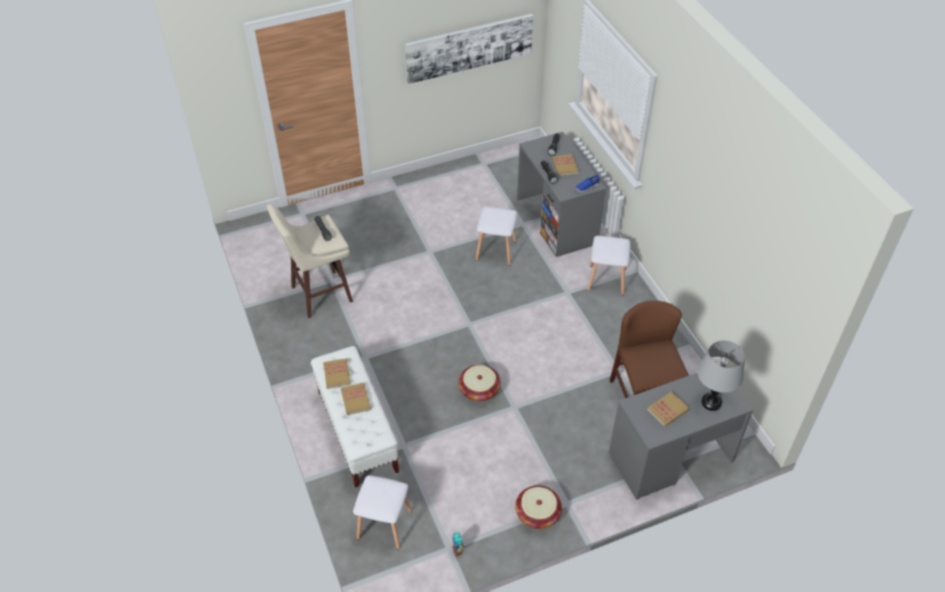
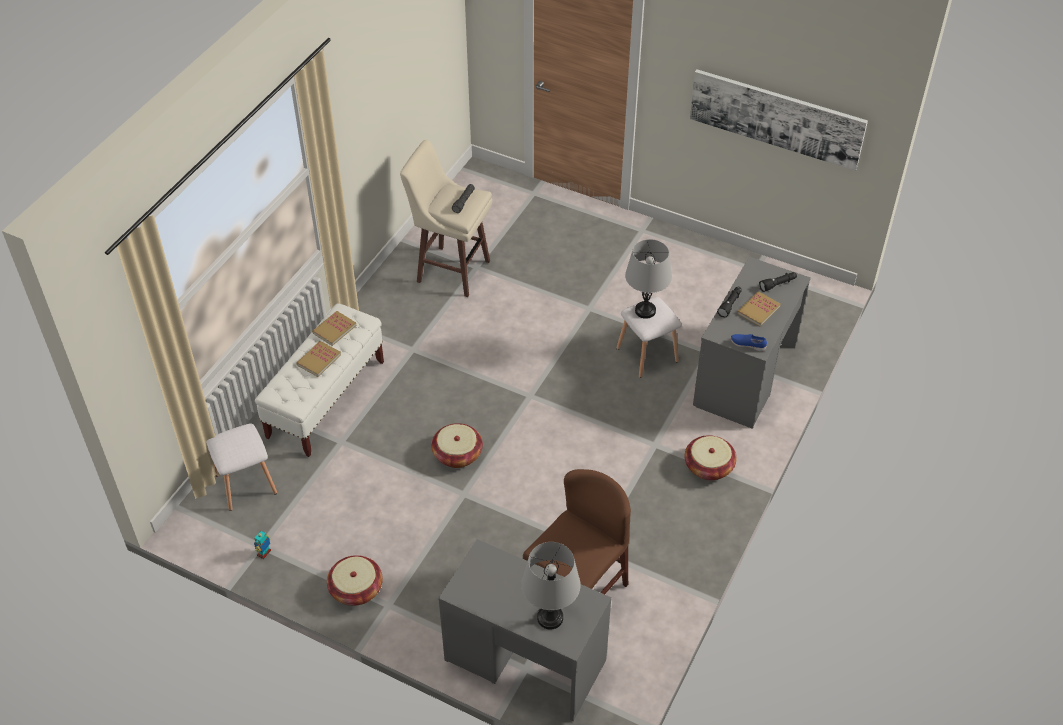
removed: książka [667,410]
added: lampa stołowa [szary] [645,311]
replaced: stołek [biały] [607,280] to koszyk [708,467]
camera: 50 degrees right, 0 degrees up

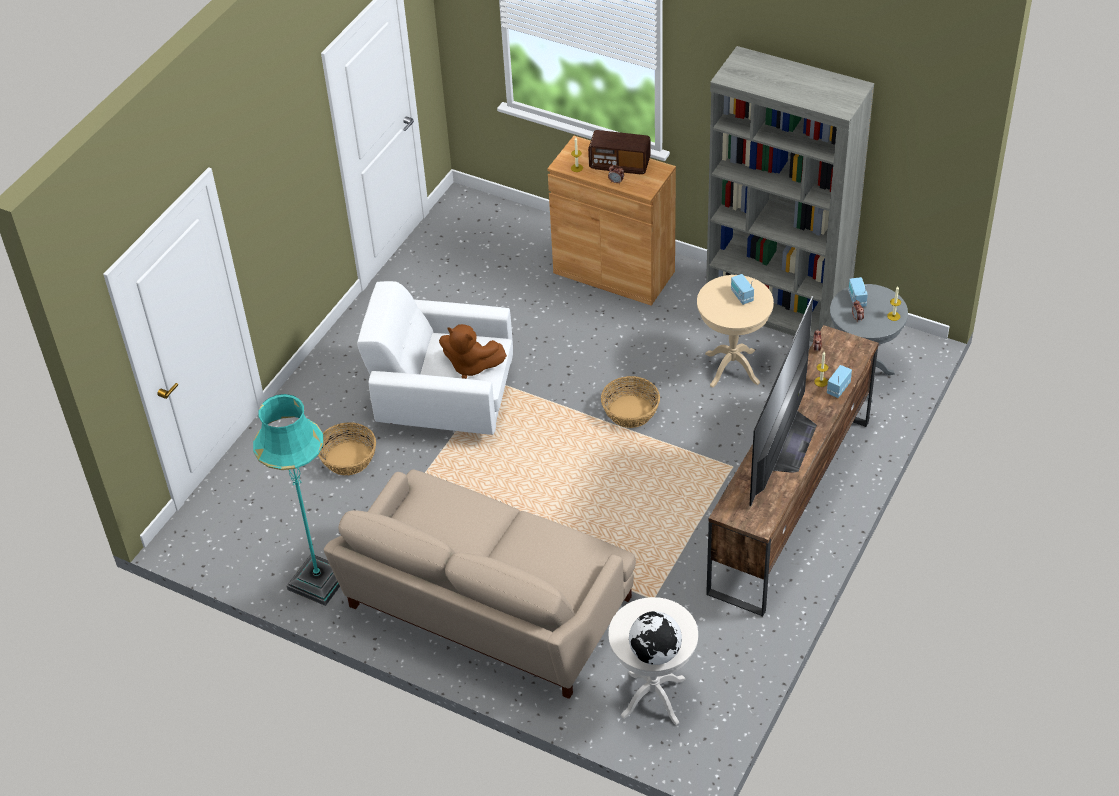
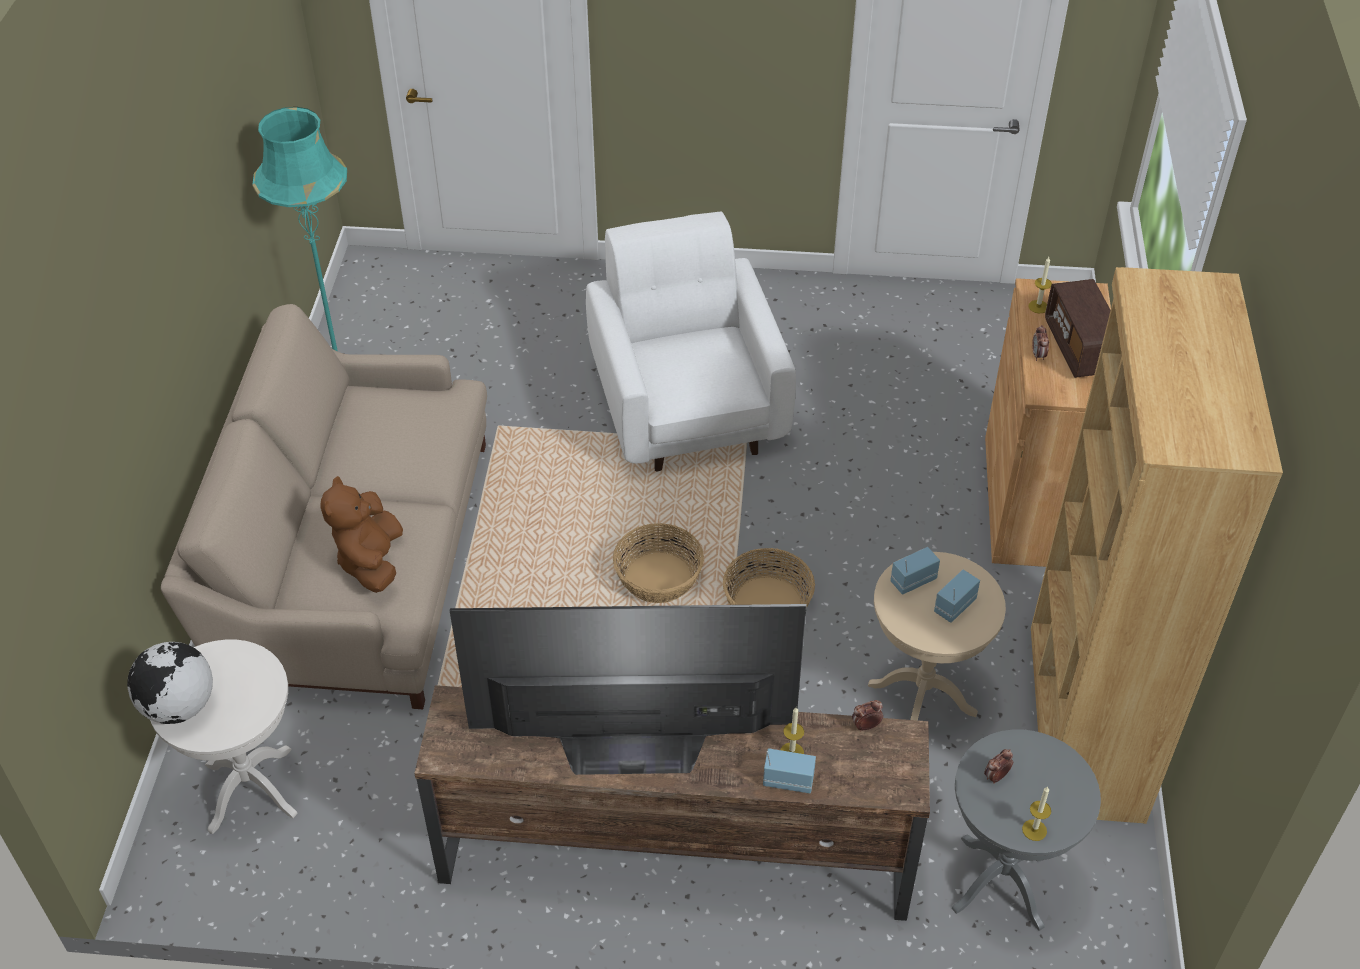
moved: pluszak [brązowy] [471,366] to [371,561]; koszyk [348,459] to [657,578]; radio [856,299] to [912,580]
recoloured: regał [szary] [777,310] to regał [brązowy] [1083,721]
camera: 65 degrees right, 0 degrees up

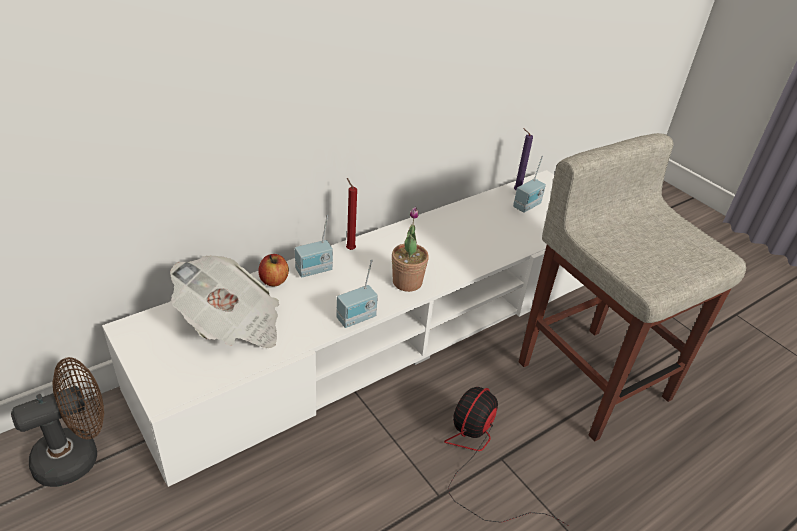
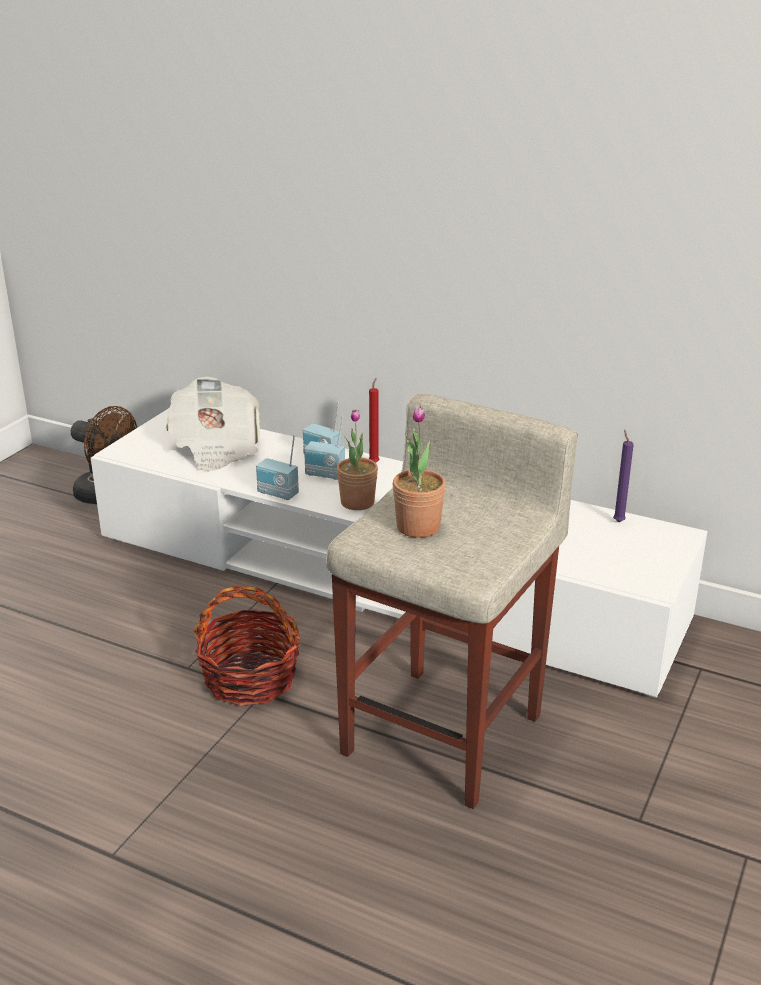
removed: jabłko [274,280]
added: roślina doniczkowa [418,527]
moved: radio [527,206] to [324,475]
replaced: wentylator [478,458] to koszyk [250,678]
camera: 65 degrees right, 10 degrees down

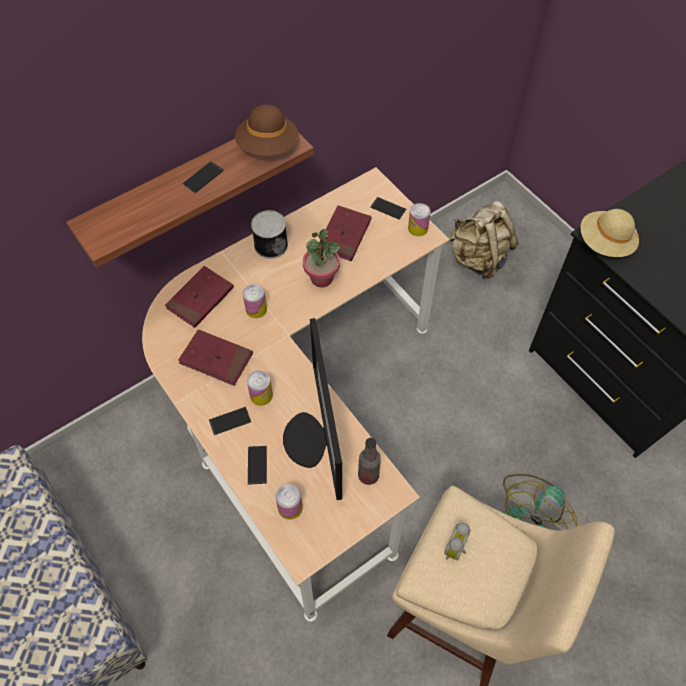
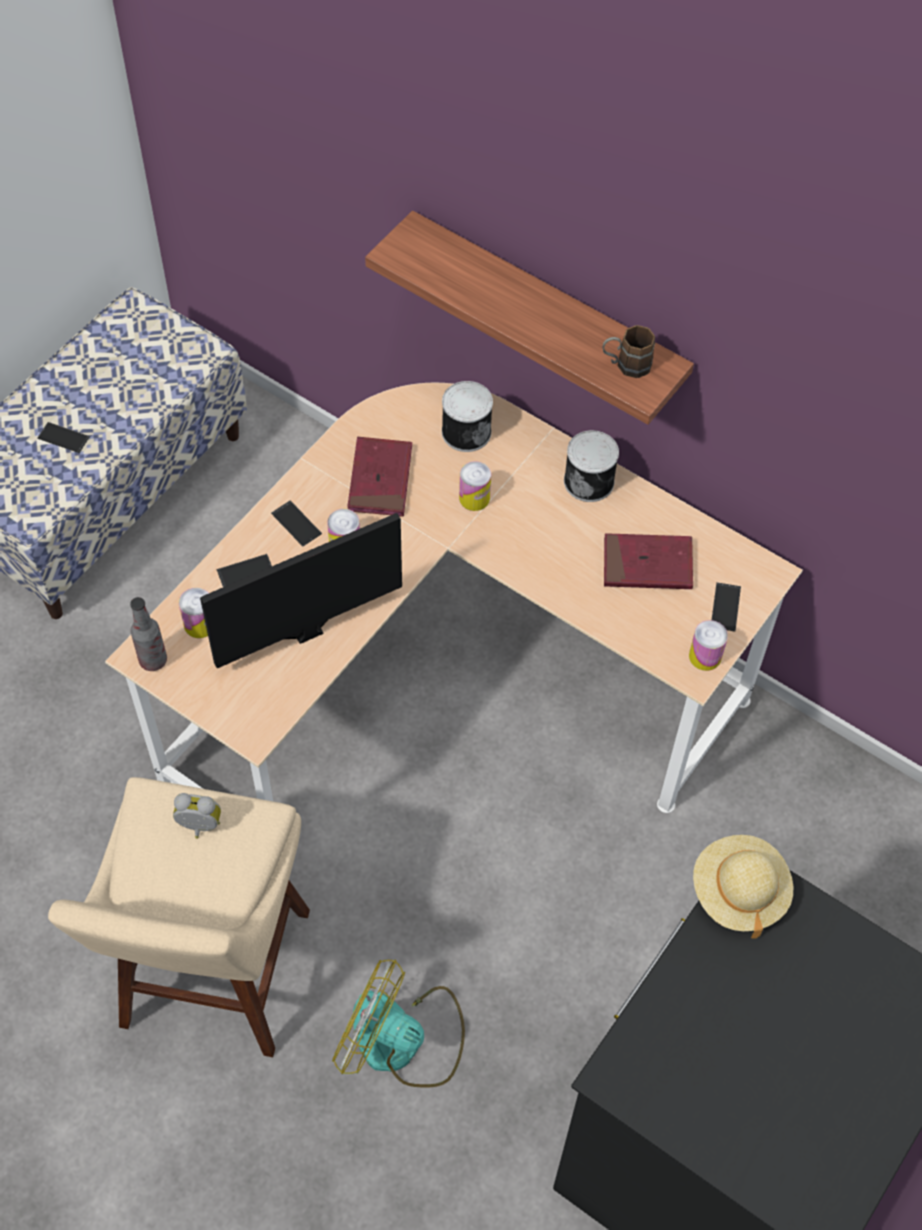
removed: roślina doniczkowa [322,278]; plecak [beżowy] [478,258]
moved: telefon [203,177] to [63,438]; butelka [368,475] to [153,660]
replaced: książka [czerwony] [200,298] to puszka [465,431]; kapelusz [brązowy] [268,146] to kubek [brązowy] [626,365]
camera: 70 degrees right, 0 degrees up

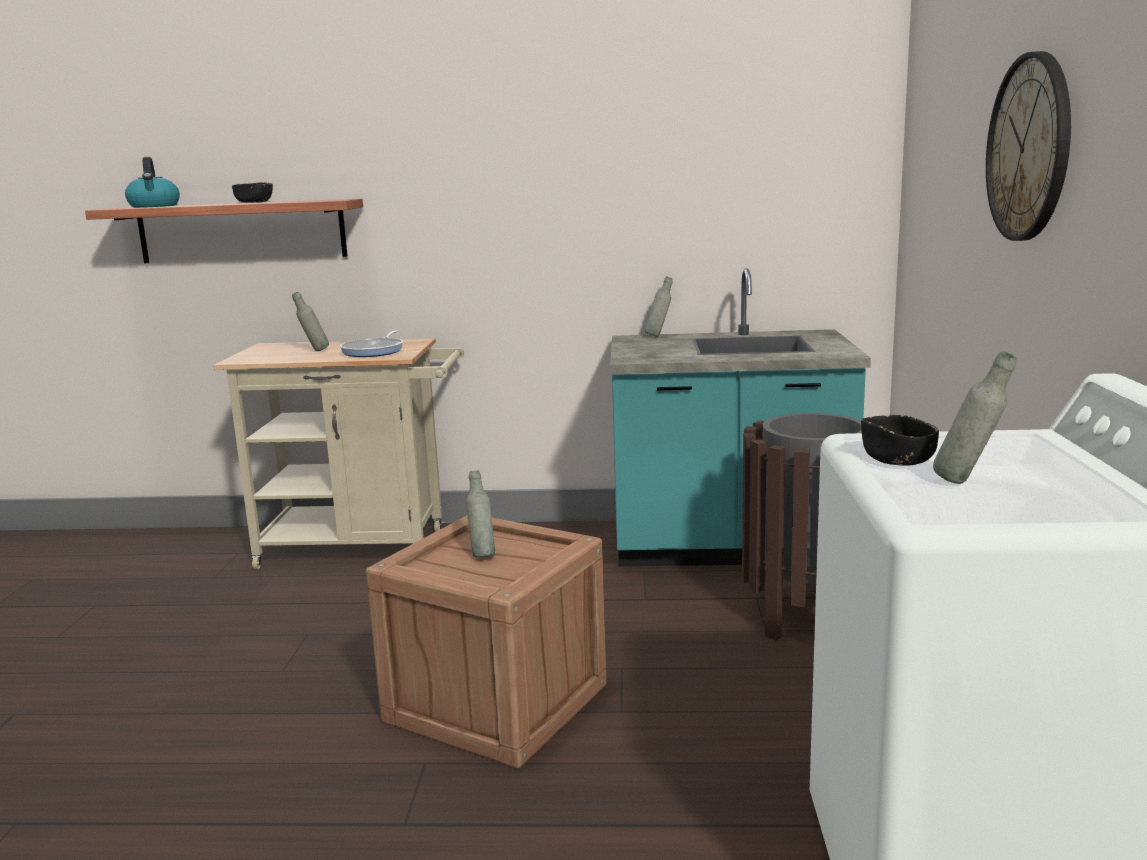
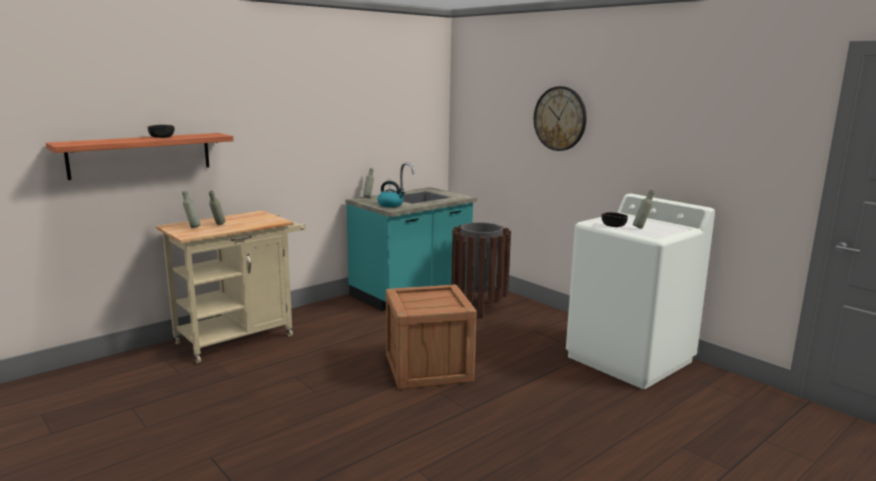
removed: patelnia [374,351]
moved: butelka [szary] [482,555] to [192,227]; czajnik [154,206] to [391,205]
camera: 45 degrees left, 0 degrees up

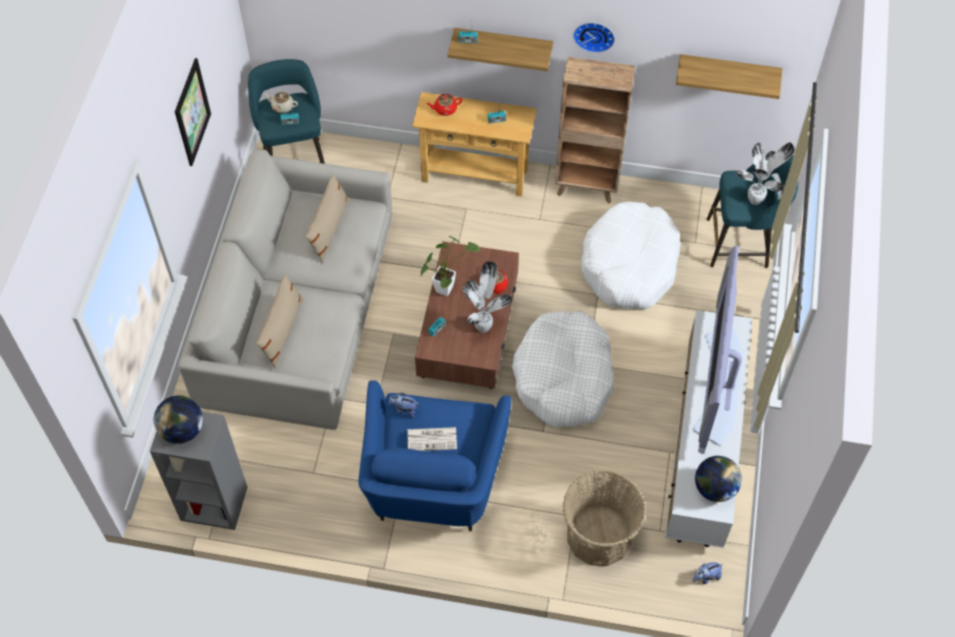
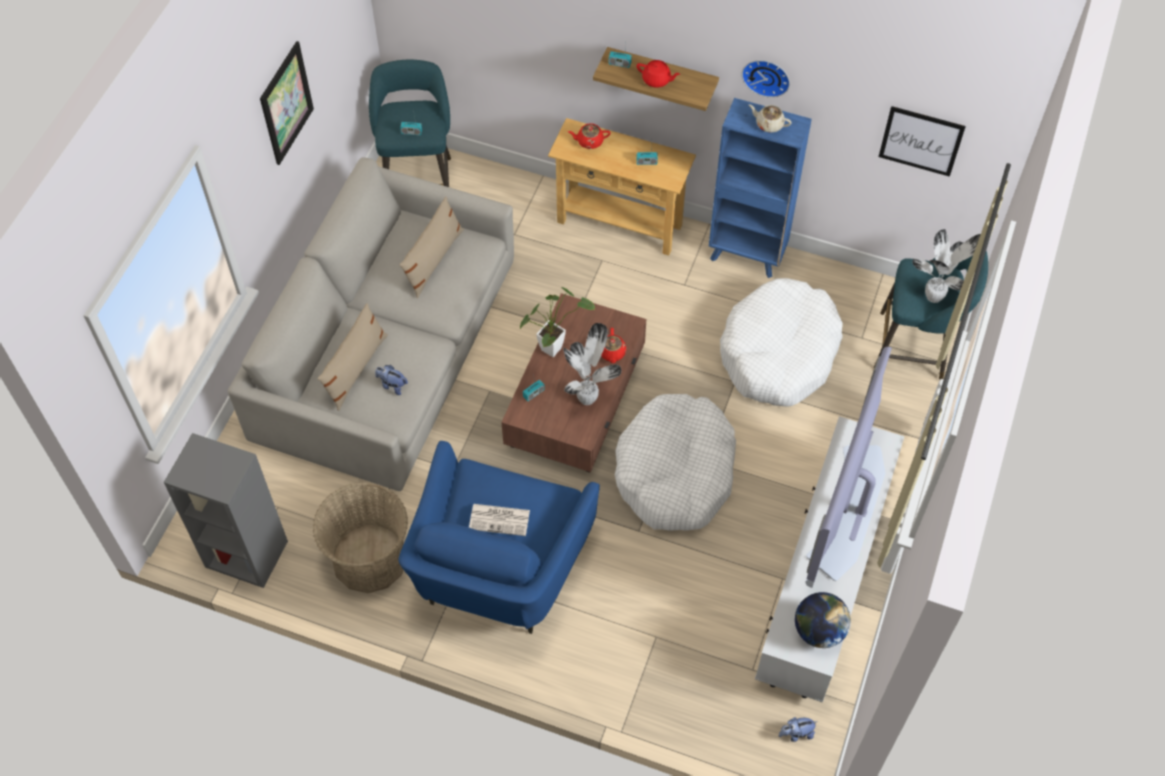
removed: globus [182,430]
added: imbryk [czerwony] [657,80]
moved: koszyk [599,535] to [369,558]; pluszak [404,409] to [392,385]; imbryk [beżowy] [282,106] to [768,124]
replaced: półka [728,72] to obraz [921,141]
recoloured: regał [brązowy] [587,187] to regał [niebieski] [747,255]
camera: 10 degrees right, 0 degrees up

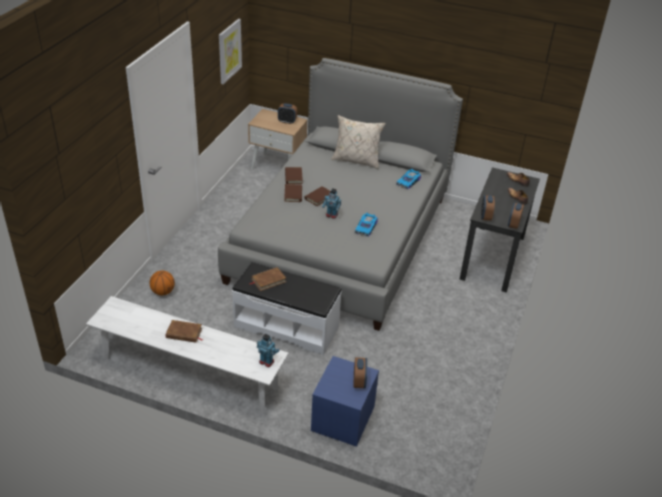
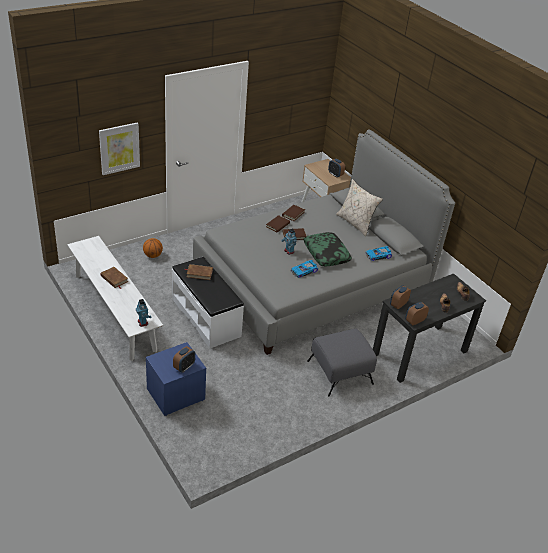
added: poduszka [326,254]; pufa [szary] [339,372]
moved: obraz [229,51] to [119,148]
camera: 35 degrees right, 0 degrees up

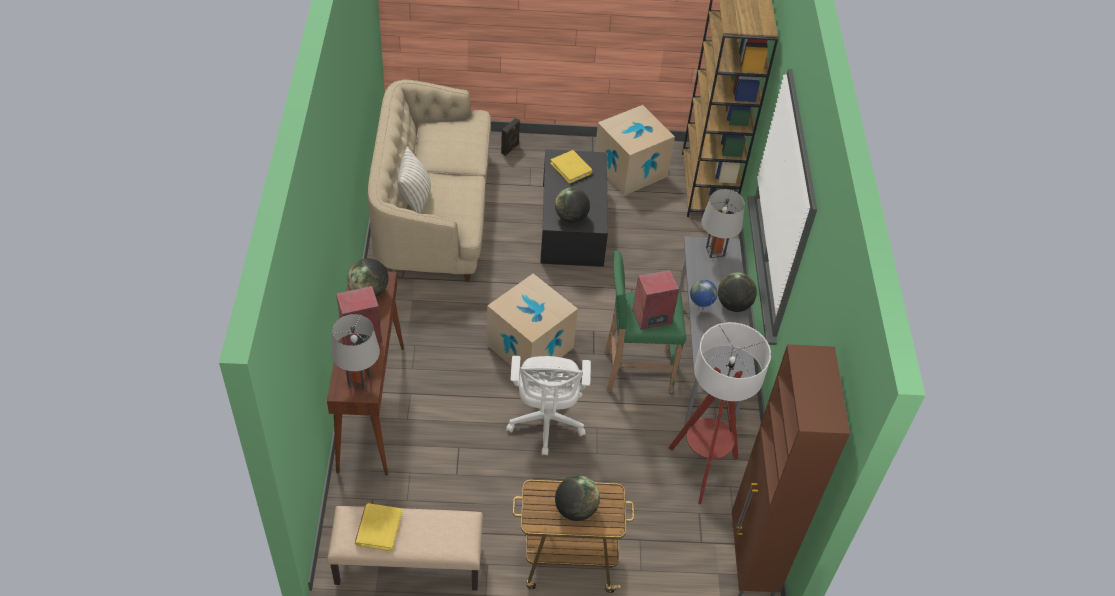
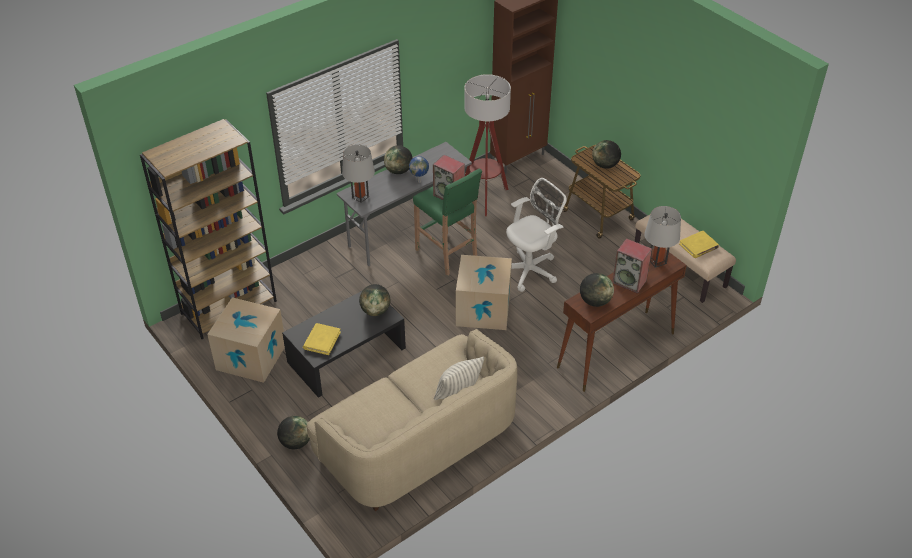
replaced: głośnik [czarny] [510,149] to globus [296,443]
camera: 125 degrees left, 5 degrees down

